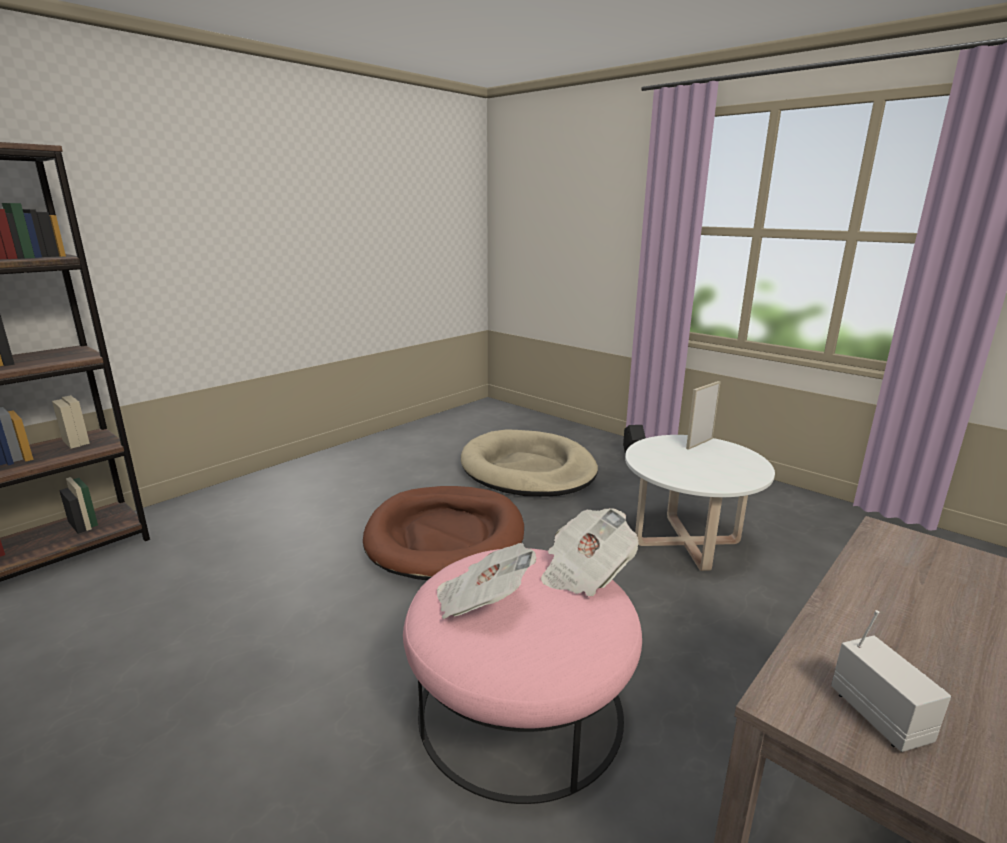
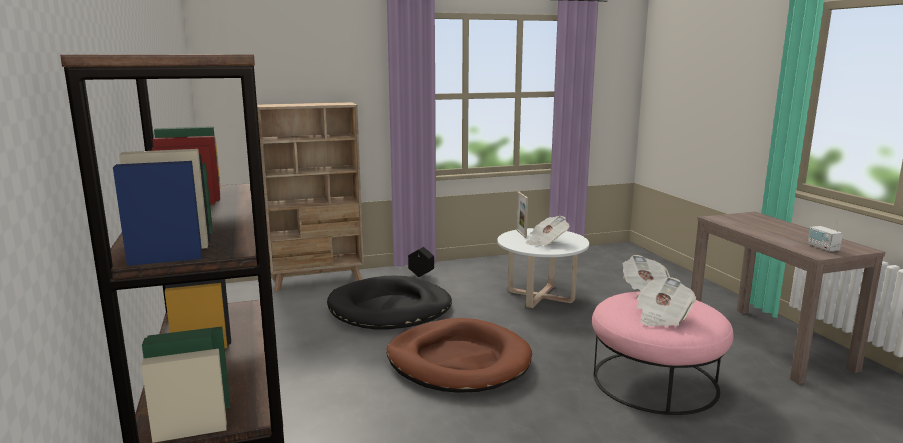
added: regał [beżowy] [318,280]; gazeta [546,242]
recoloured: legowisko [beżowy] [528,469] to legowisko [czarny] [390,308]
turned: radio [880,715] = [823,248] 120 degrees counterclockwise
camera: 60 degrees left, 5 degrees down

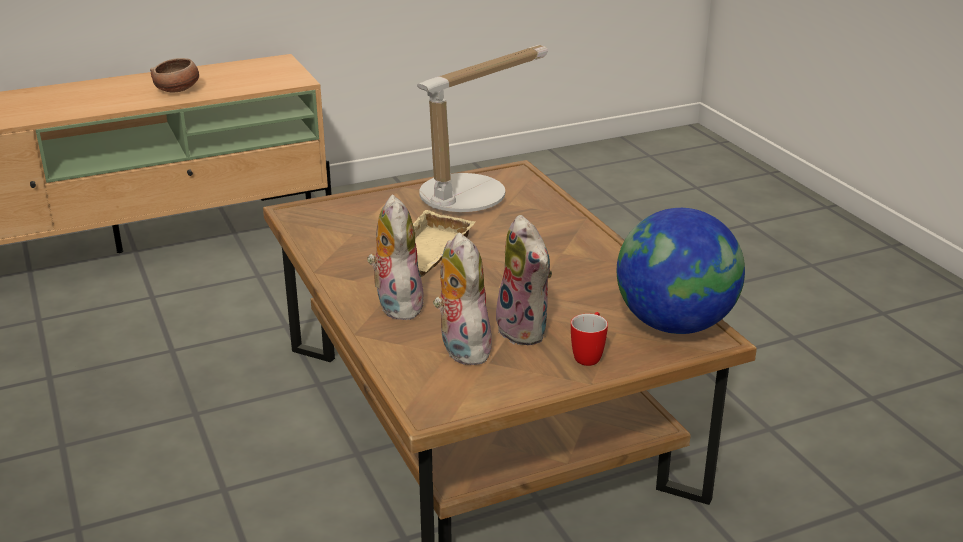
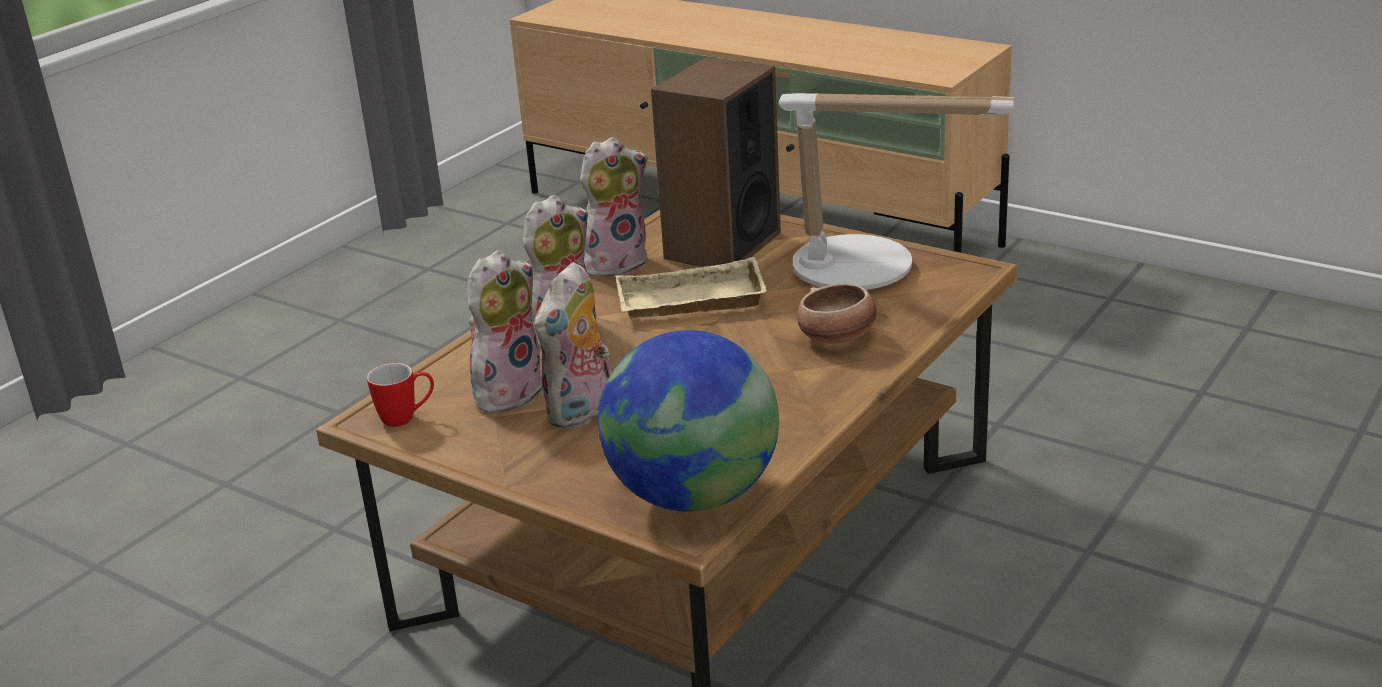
added: pluszak [616,262]; głośnik [722,245]
moved: kubek [589,355] to [407,418]; miska [178,90] to [837,338]
camera: 60 degrees right, 0 degrees up

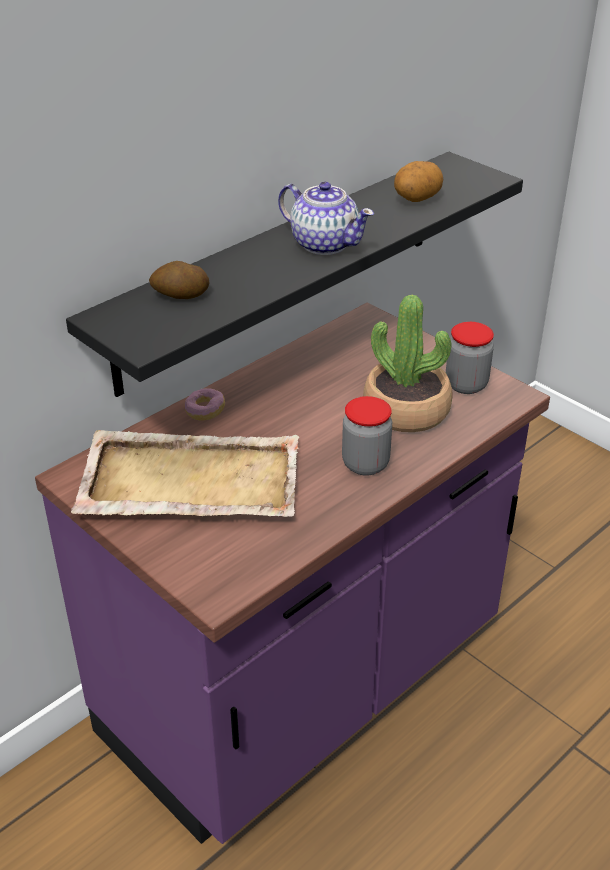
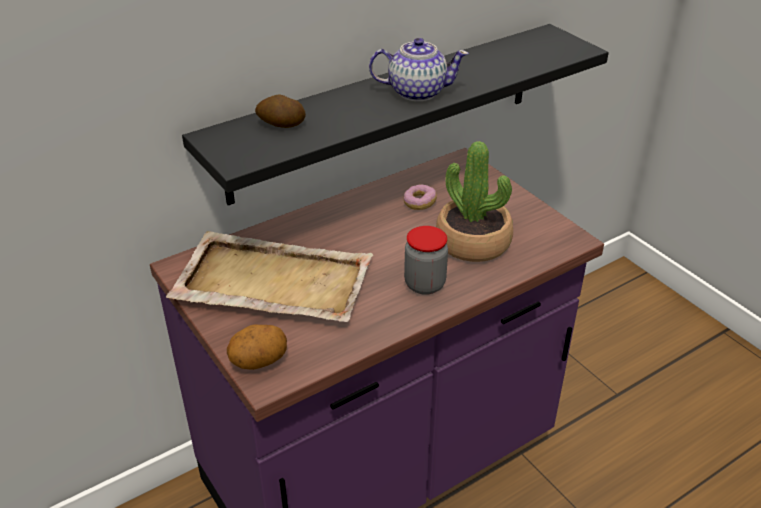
removed: słoik [466,384]
moved: ziemniak [416,199] to [259,361]; donut [205,411] to [419,203]
turned: imbryk [324,243] = [416,92] 45 degrees counterclockwise
camera: 10 degrees right, 0 degrees up

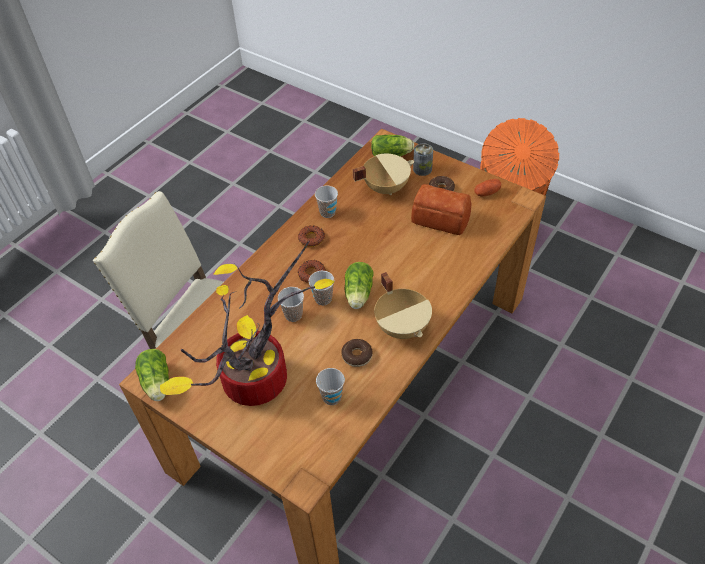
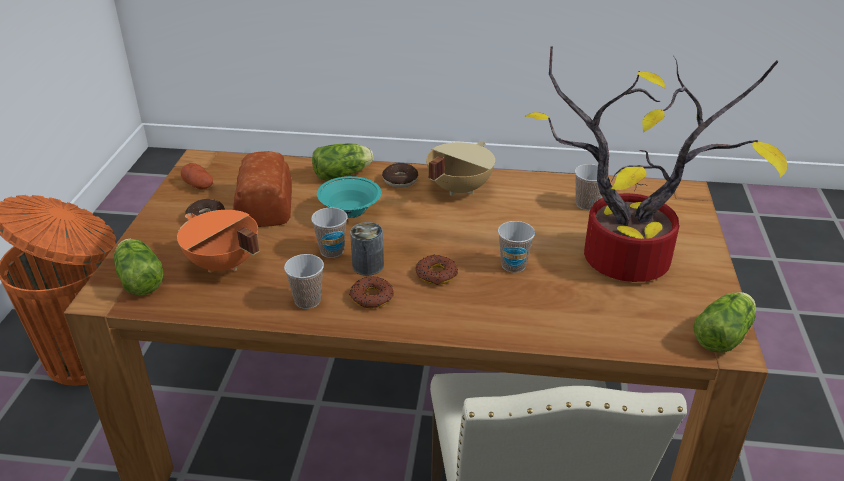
added: miska [turkusowy] [350,213]
moved: filiżanka [323,299] to [332,251]; sałata [358,295] to [344,174]; puszka [422,169] to [368,265]; donut [357,355] to [400,180]
recoloured: garnek [beżowy] [385,187] to garnek [pomarańczowy] [223,264]
camera: 120 degrees left, 15 degrees down

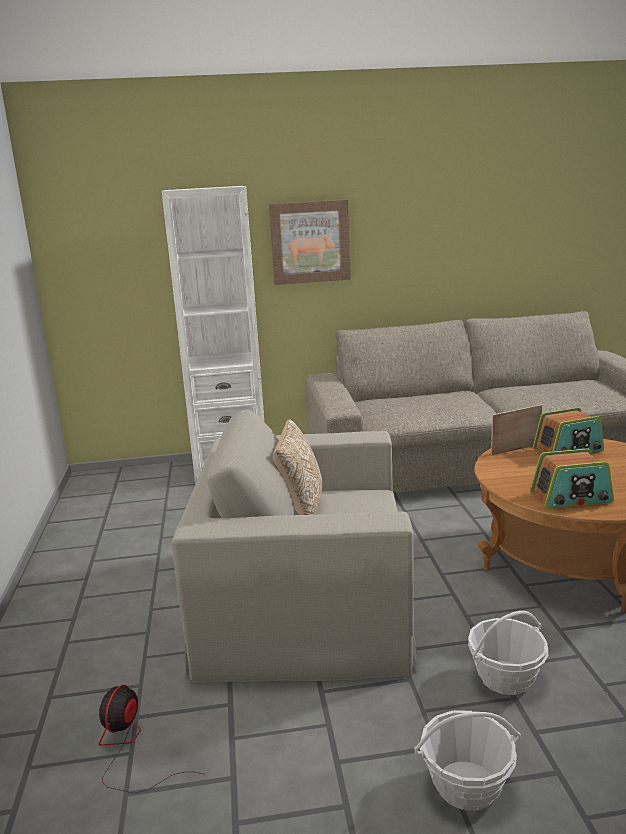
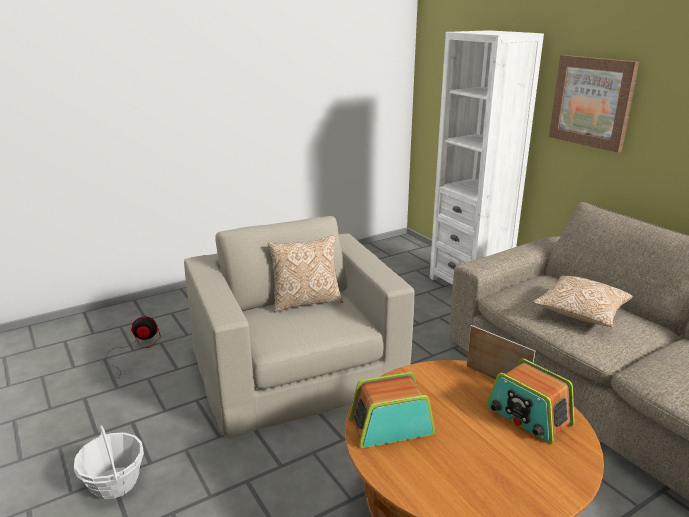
removed: koszyk [505,677]
added: poduszka [580,313]
turned: radio [571,498] = [390,427] 105 degrees clockwise
camera: 65 degrees right, 5 degrees up

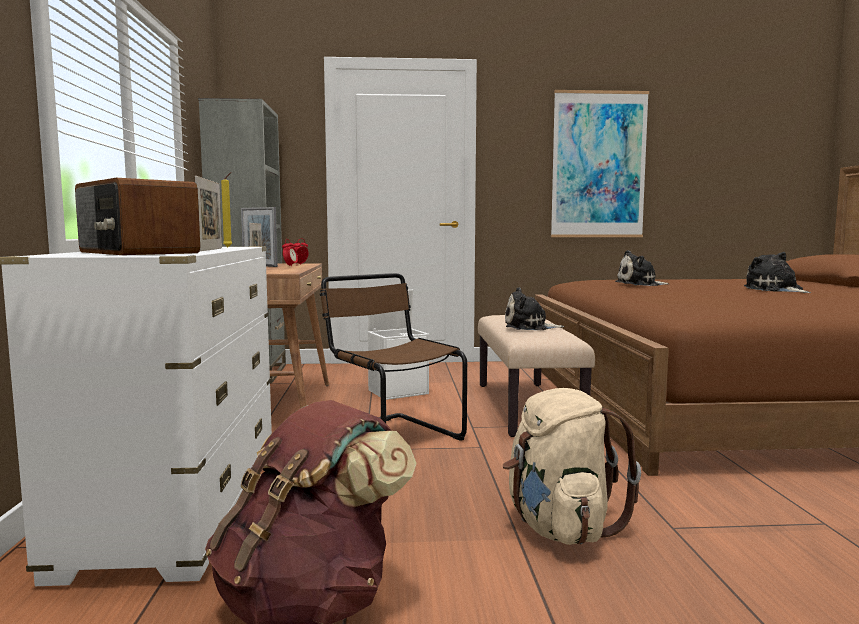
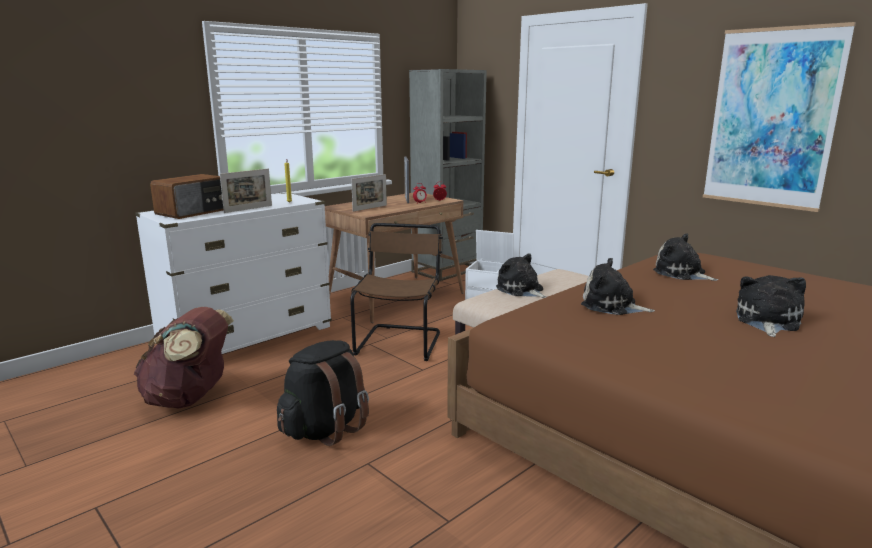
added: pluszak [612,306]
recoloured: plecak [beżowy] [560,528] to plecak [czarny] [326,429]
turned: radio [136,252] = [193,212] 150 degrees counterclockwise
camera: 50 degrees right, 10 degrees up

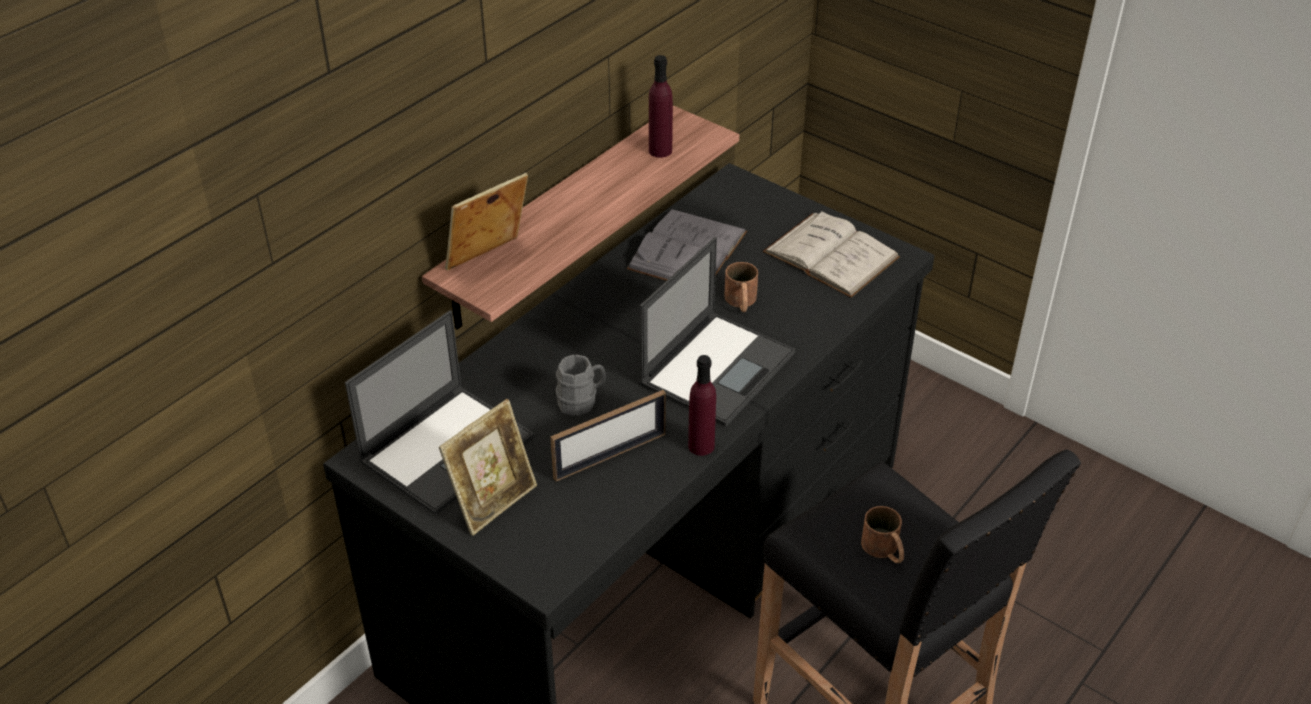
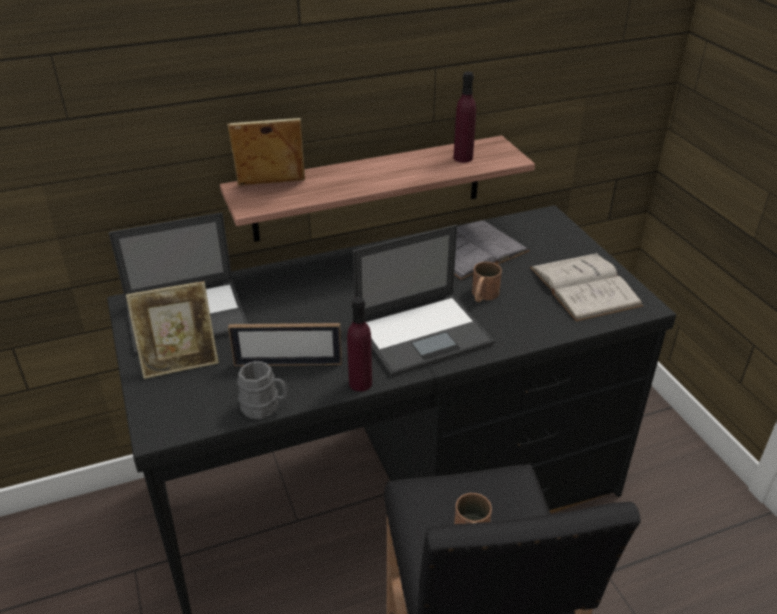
moved: kubek [szary] [582,401] to [265,407]
camera: 30 degrees right, 5 degrees down

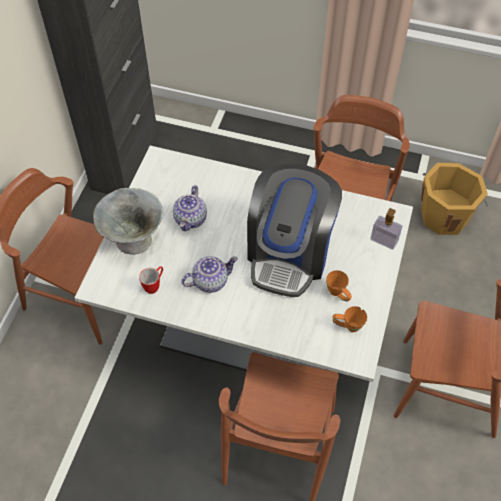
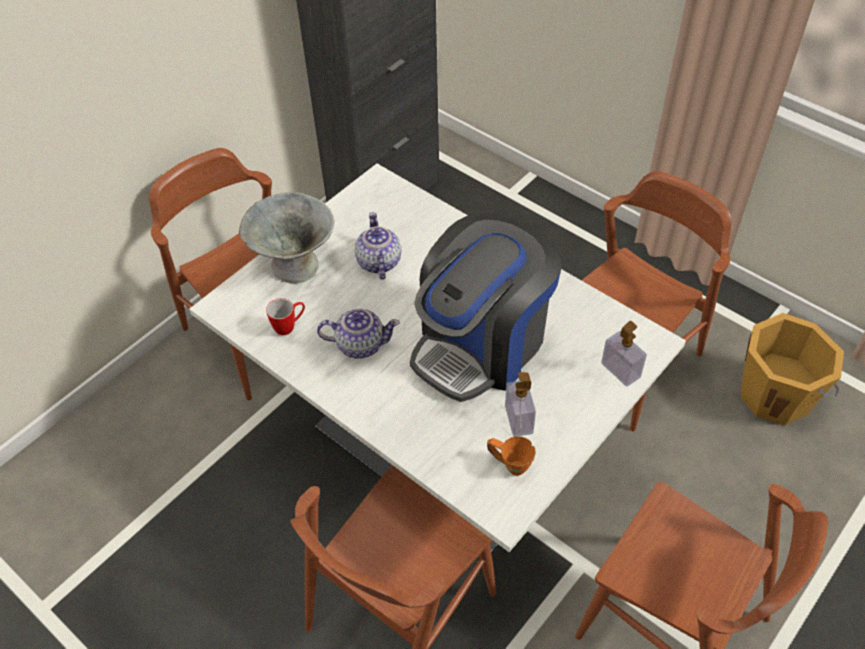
replaced: kubek [pomarańczowy] [338,295] to dozownik mydła [518,419]
turned: imbryk [191,219] = [378,262] 135 degrees clockwise
camera: 25 degrees right, 5 degrees down

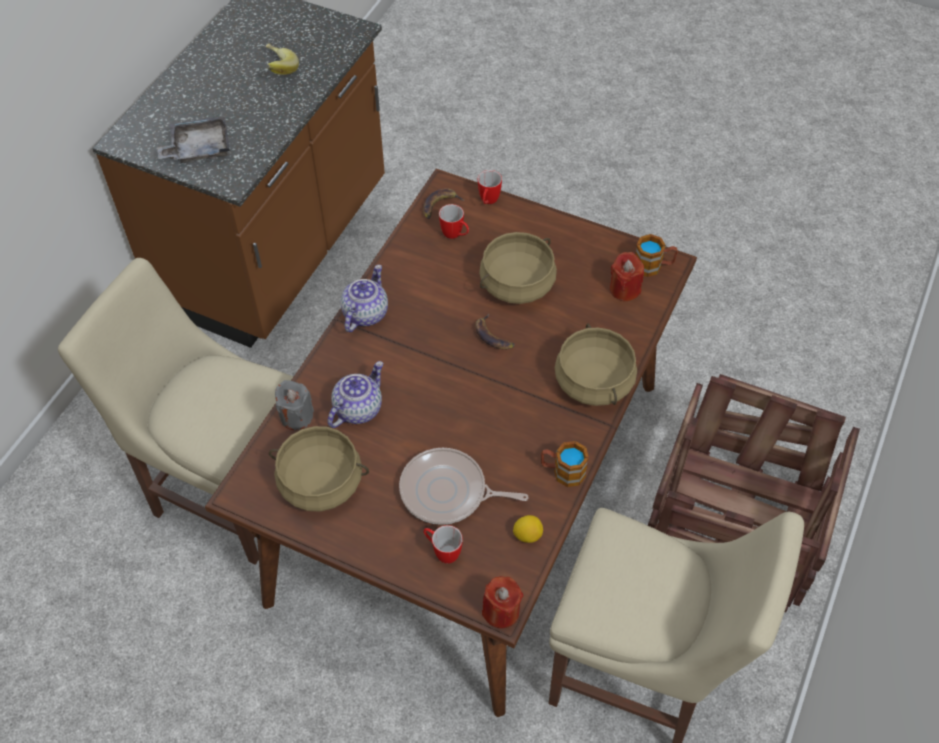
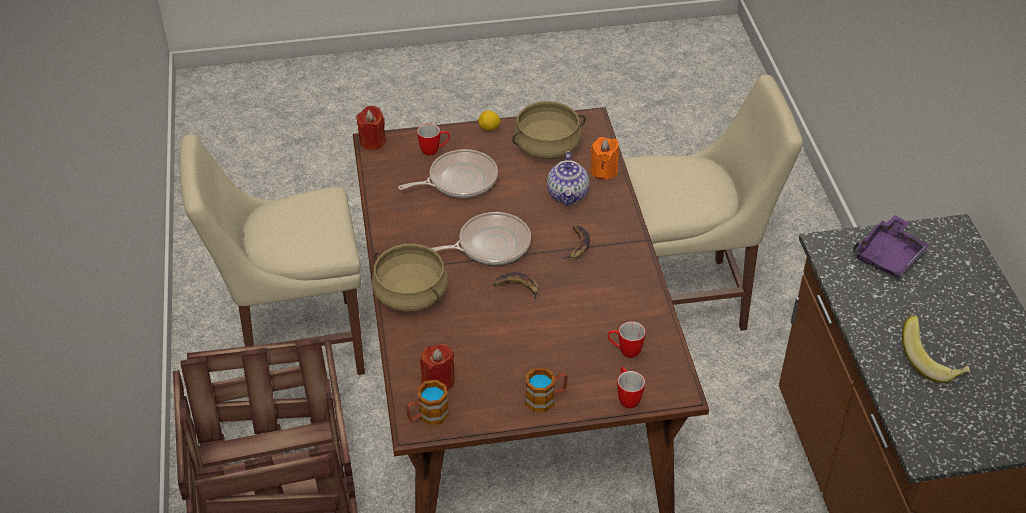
removed: imbryk [365,313]; garnek [beżowy] [517,283]
added: patelnia [490,244]
moved: cytryna [527,535] to [489,128]; kubek [562,471] to [546,398]; banan [439,205] to [576,245]
recoloured: świeca [szary] [296,416] to świeca [pomarańczowy] [604,171]; taca [szary] [198,148] to taca [fioletowy] [889,255]
camera: 145 degrees right, 10 degrees down

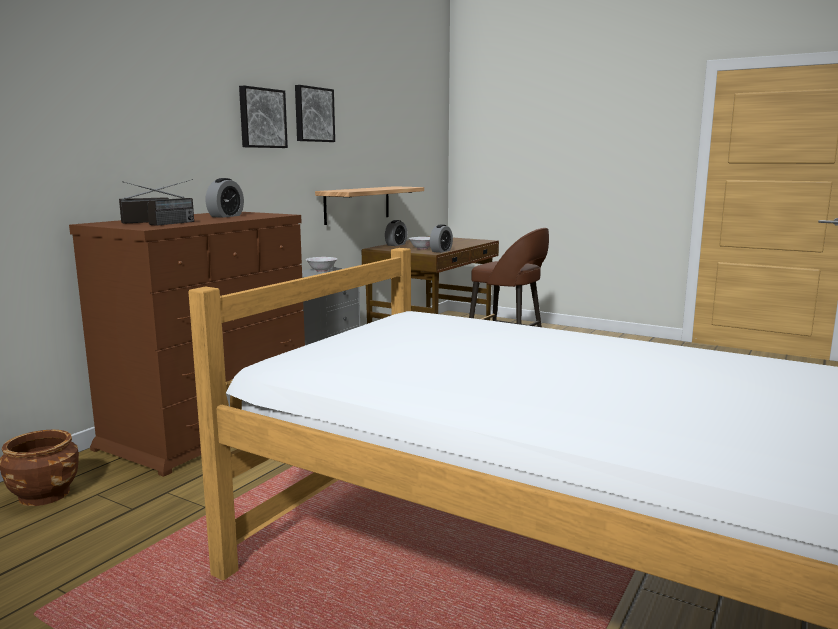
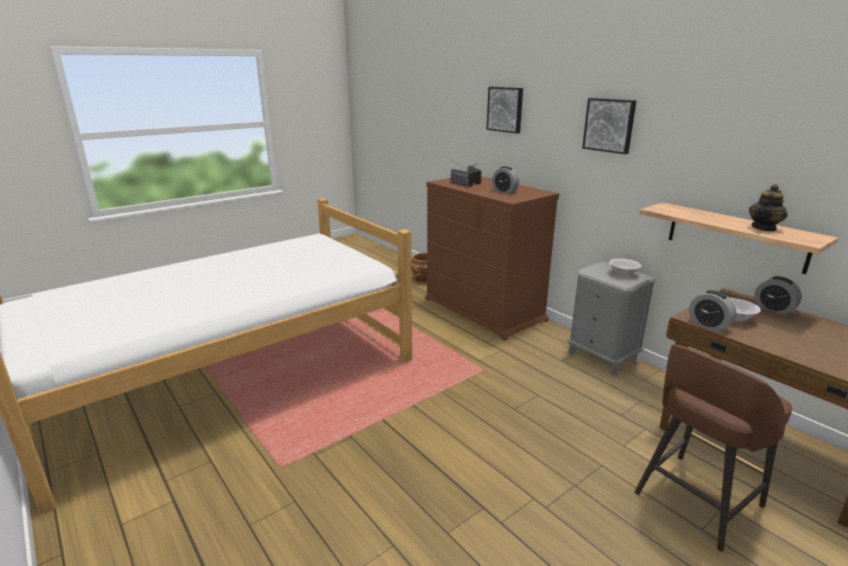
added: imbryk [764,228]
moved: obraz [313,114] to [505,109]
camera: 110 degrees right, 10 degrees up

